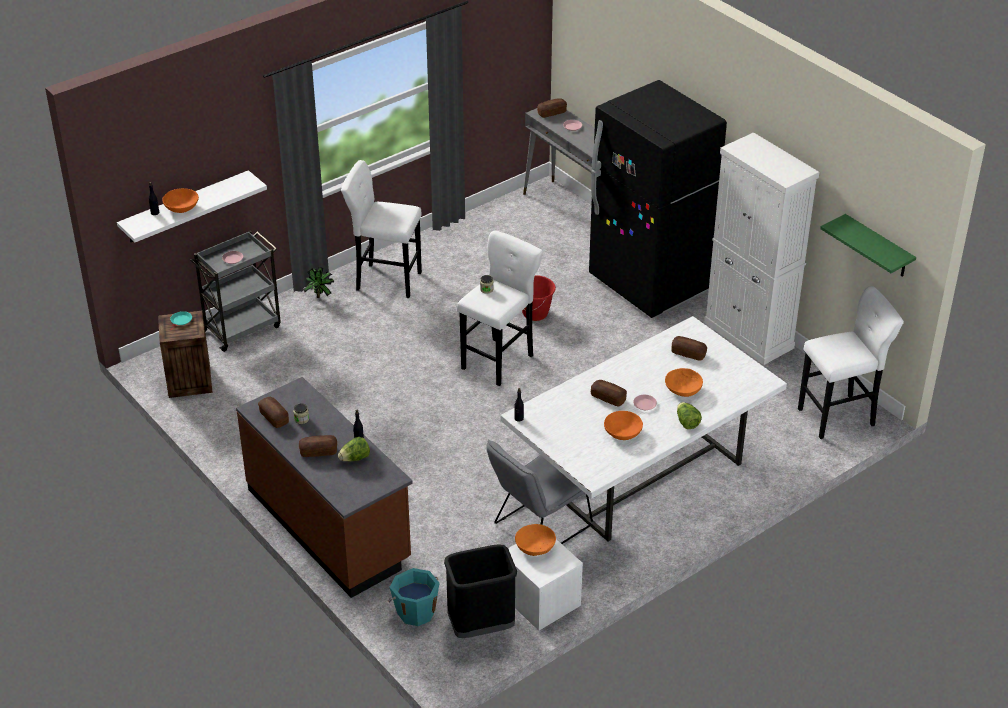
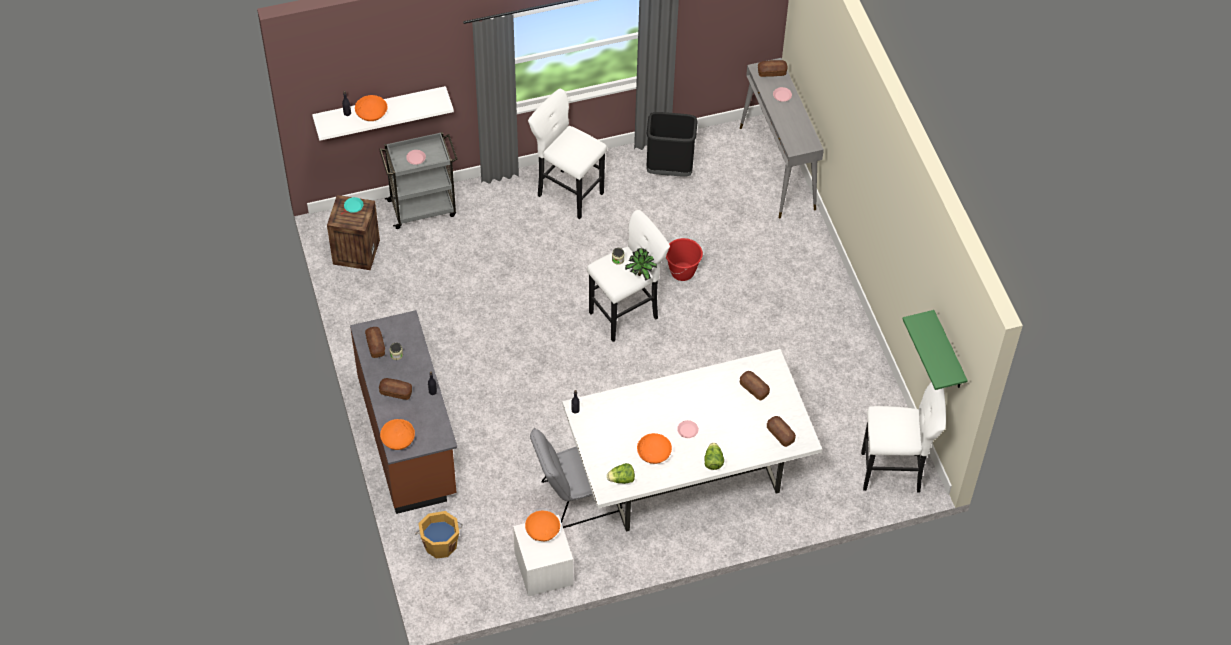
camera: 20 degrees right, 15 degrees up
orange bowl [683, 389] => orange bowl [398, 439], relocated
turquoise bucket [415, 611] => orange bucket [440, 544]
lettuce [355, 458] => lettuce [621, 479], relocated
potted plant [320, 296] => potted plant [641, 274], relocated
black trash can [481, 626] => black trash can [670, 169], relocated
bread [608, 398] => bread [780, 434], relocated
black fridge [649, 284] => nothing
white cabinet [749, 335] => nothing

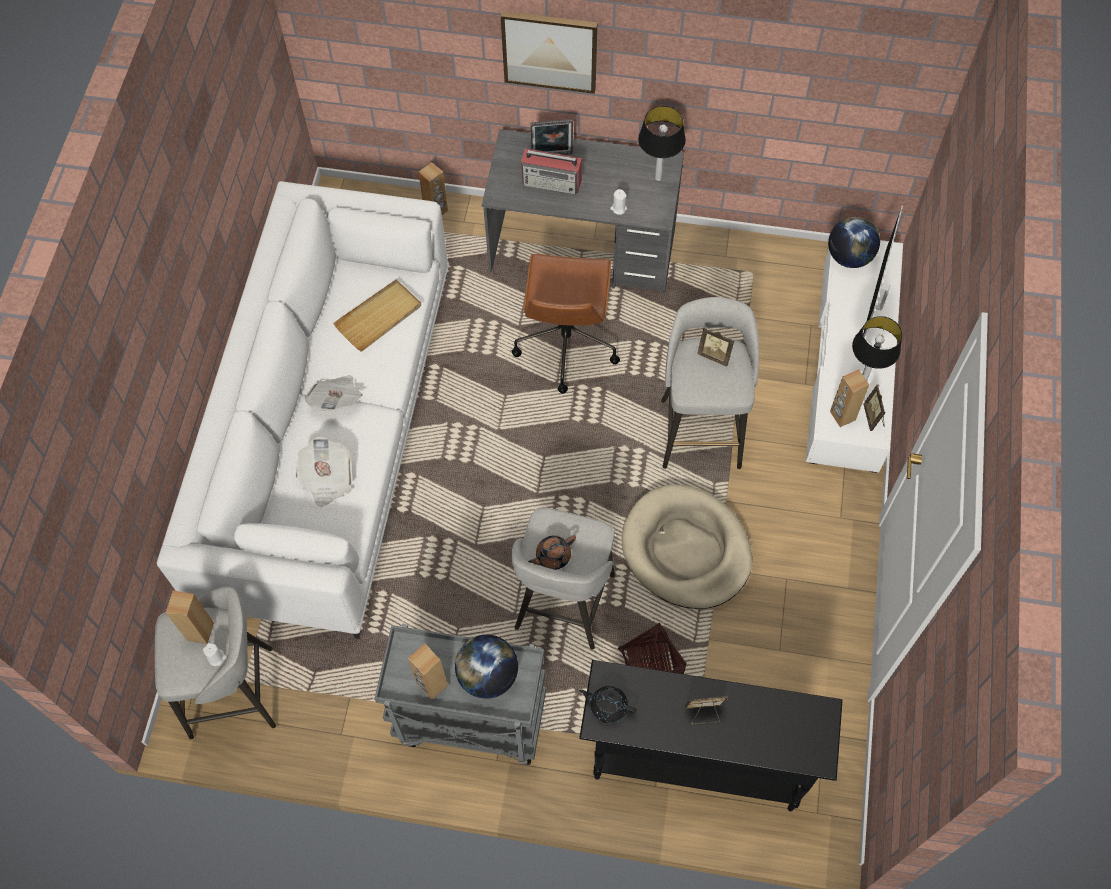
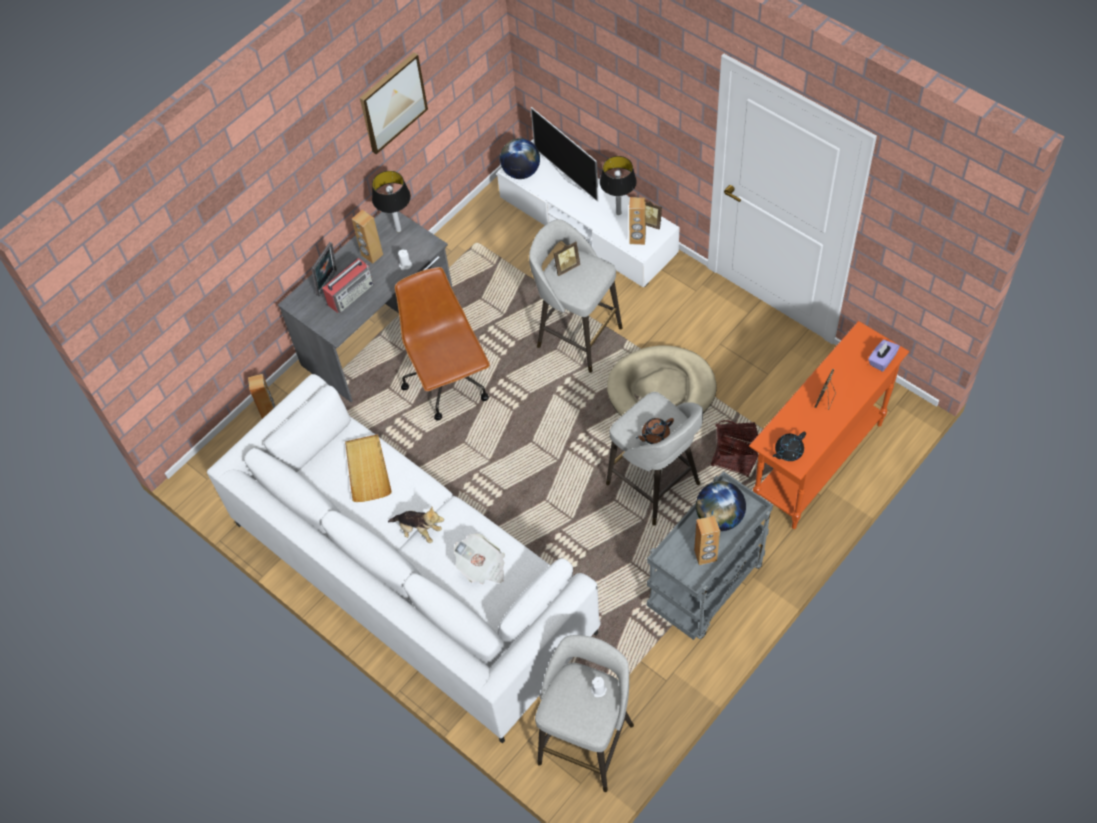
camera: 55 degrees left, 5 degrees down
brown speaker [200, 631] => brown speaker [372, 255], relocated
picture [550, 50] => picture [392, 102], relocated
newspaper [337, 399] => plush toy [418, 530]
brown office chair [566, 344] => brown office chair [449, 383], 150 degrees counterclockwise
brown teapot [552, 556] => brown teapot [655, 435], 60 degrees clockwise
black console table [695, 762] => orange console table [817, 462]
nothing => purple tissue box [881, 360]

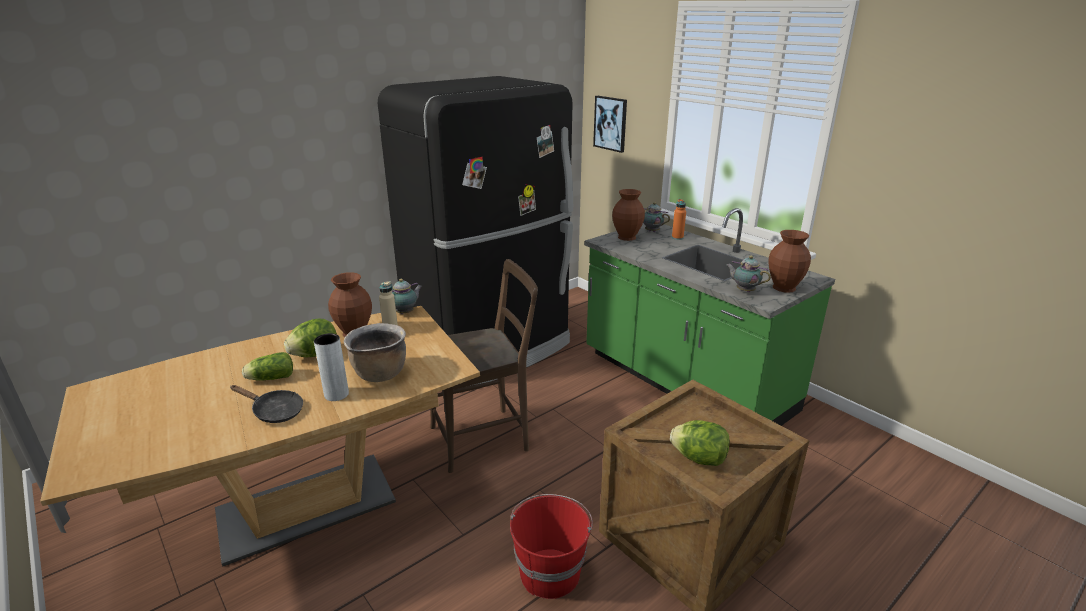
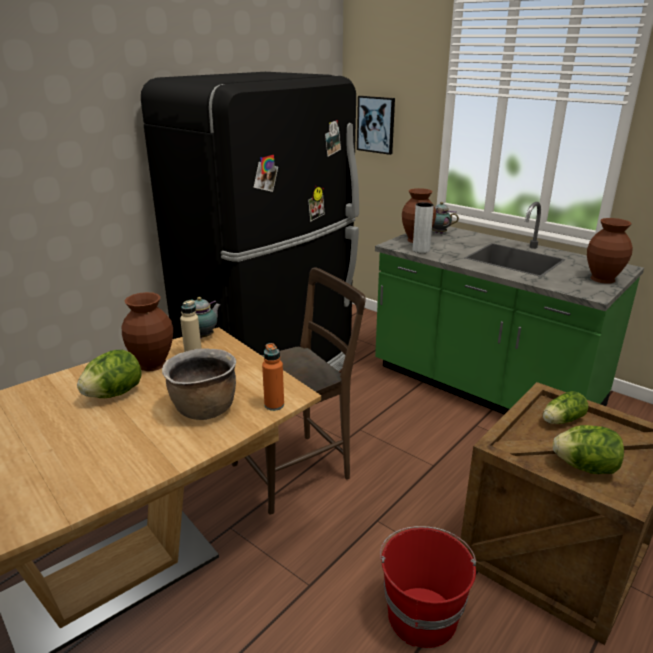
camera: 10 degrees left, 0 degrees up
orange bottle [677, 237] => orange bottle [274, 405], relocated
grey vase [336, 394] => grey vase [421, 250], relocated
lettuce [270, 378] => lettuce [561, 420], relocated
black frying pan [274, 411] => nothing
teapot [744, 290] => nothing

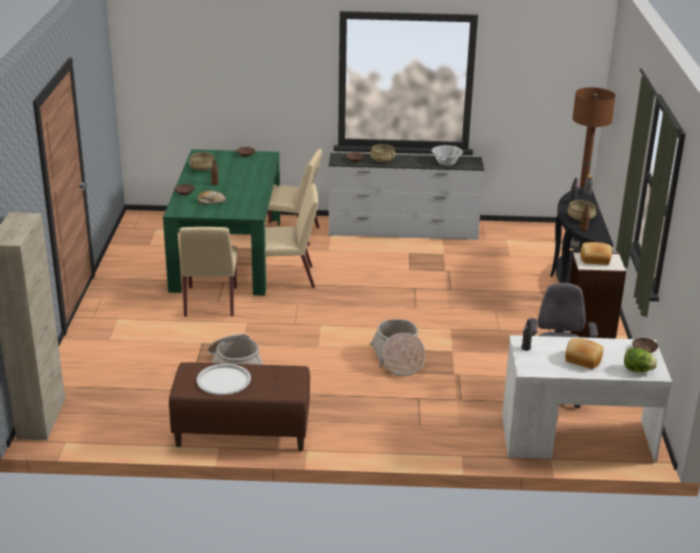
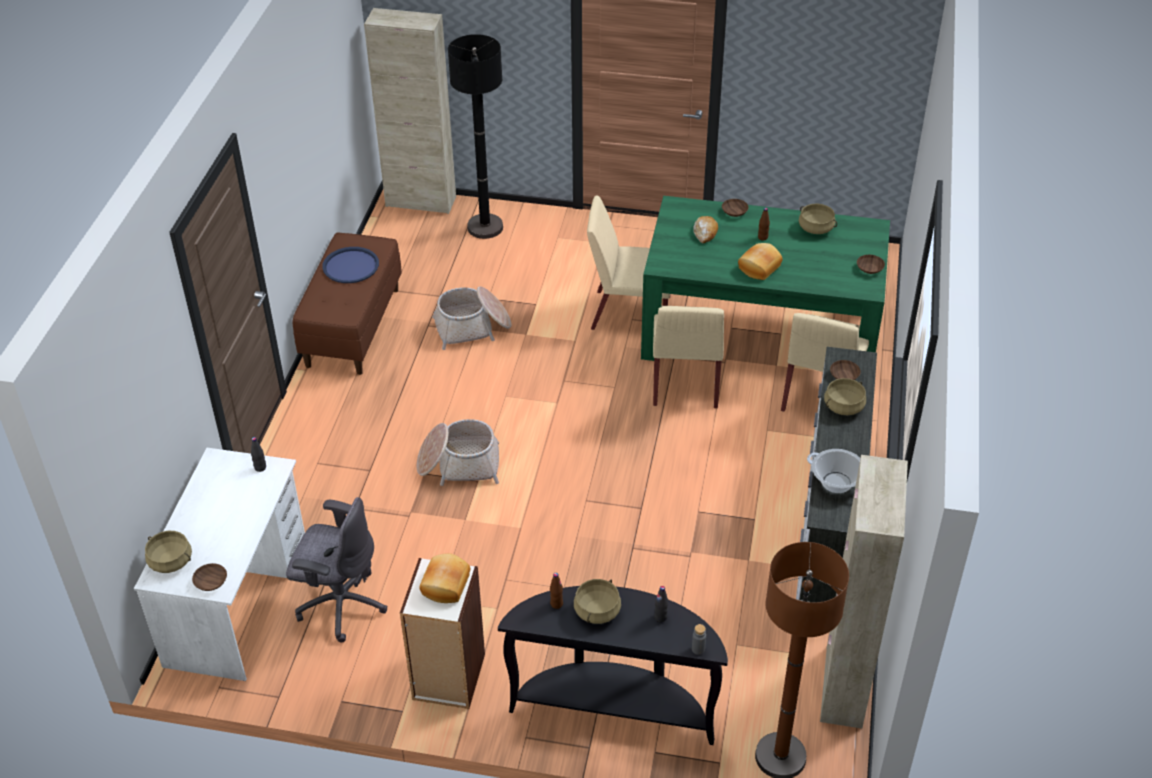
camera: 100 degrees right, 15 degrees up
lettuce [637, 370] => beige cooking pot [171, 561]
white tray [223, 380] => blue tray [351, 266]
nothing => black floor lamp [485, 227]
bread [582, 360] => bread [758, 267], relocated
nothing => beige cabinet [843, 687]

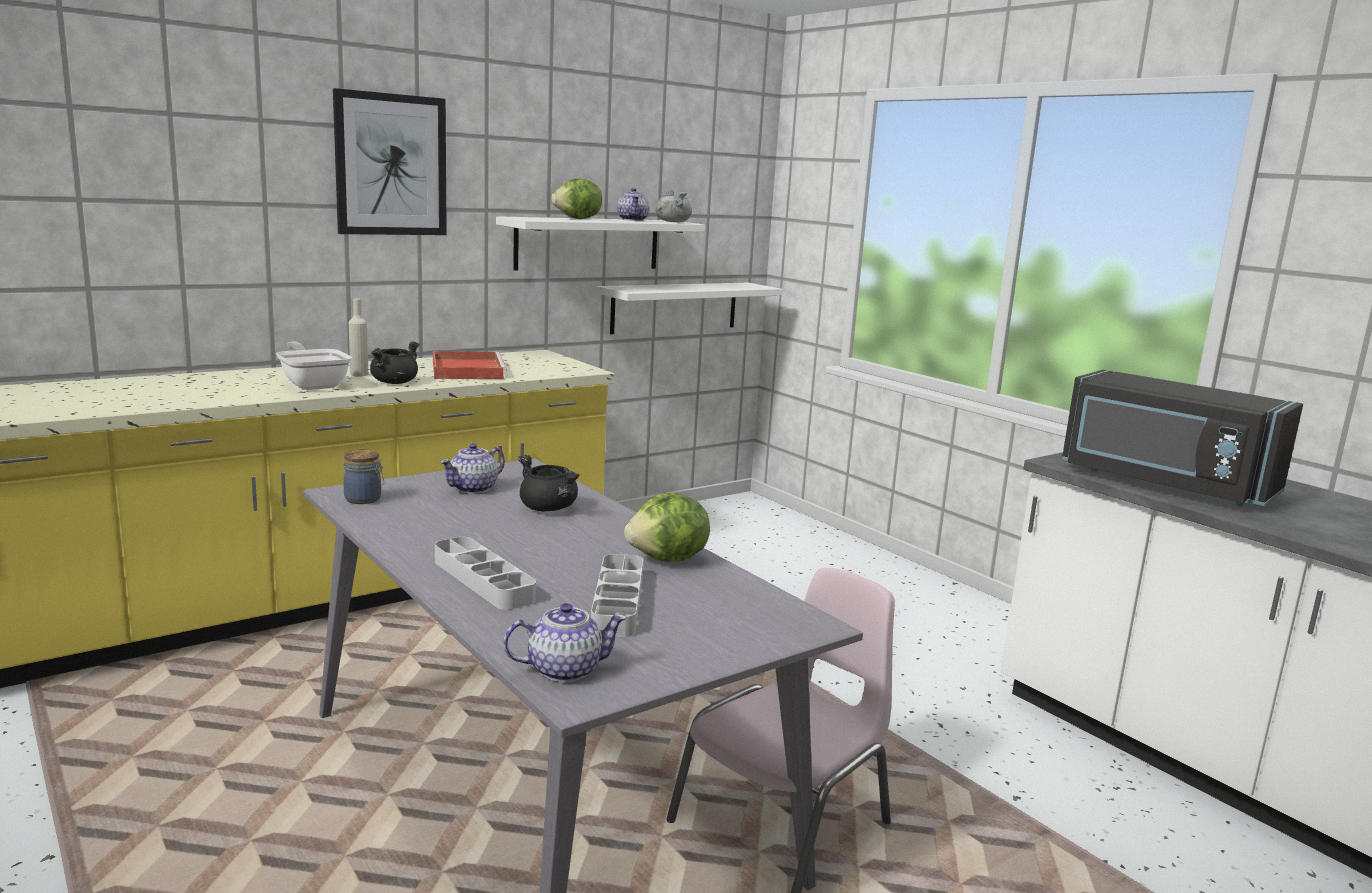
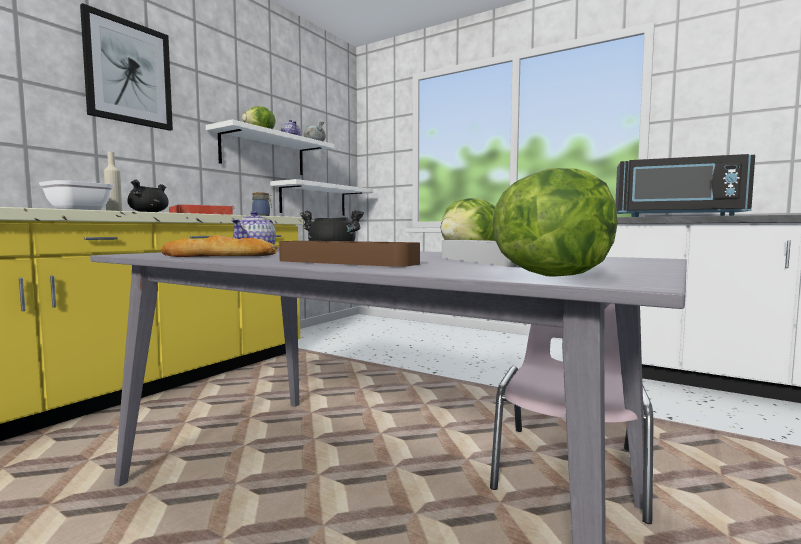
camera: 20 degrees left, 10 degrees down
nothing => bread [221, 256]
jar [364, 499] => jar [262, 216], relocated
grey tray [483, 580] => brown tray [346, 262]
teapot [563, 670] => lettuce [552, 275]

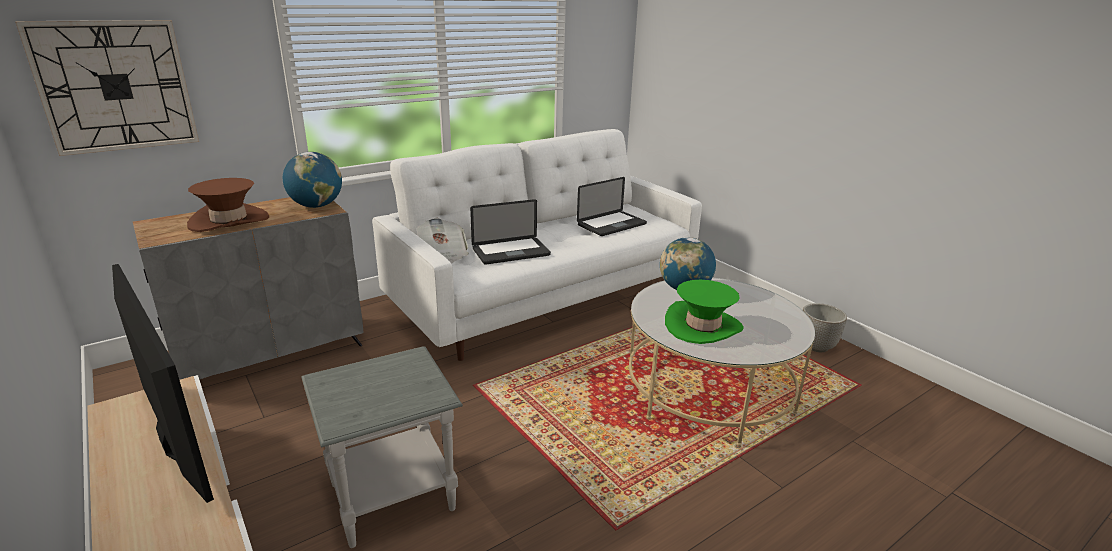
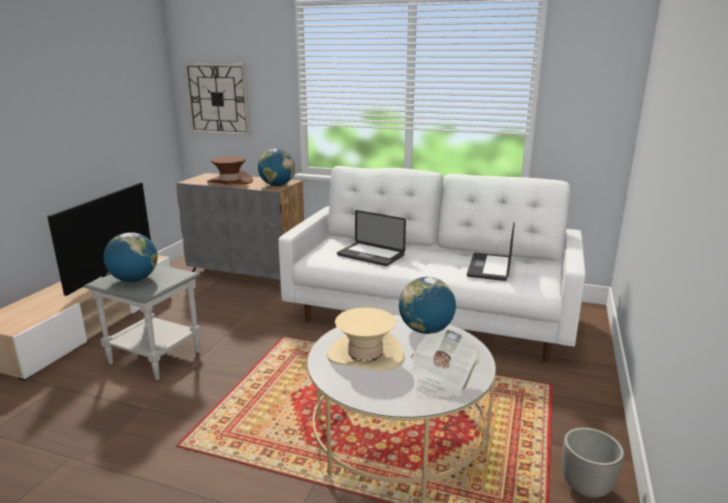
camera: 55 degrees right, 5 degrees down
nothing => globe [134, 280]
green hat [703, 326] => beige hat [365, 355]
newspaper [443, 254] => newspaper [441, 380], relocated
laptop [611, 225] => laptop [489, 267], 90 degrees clockwise

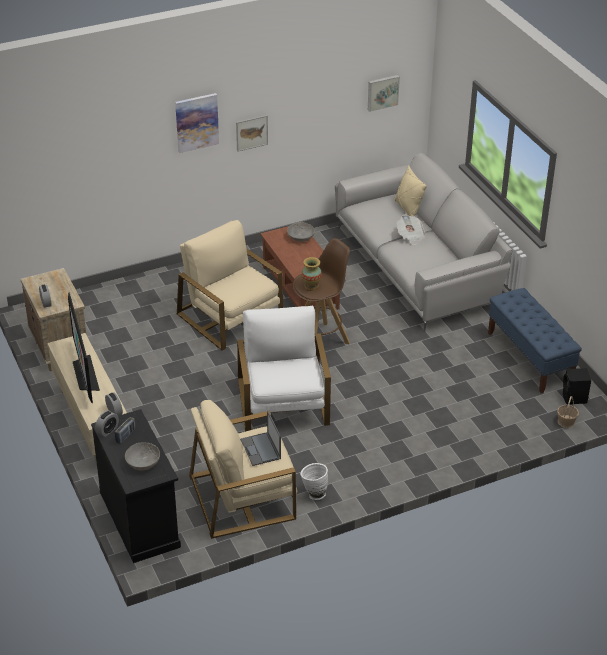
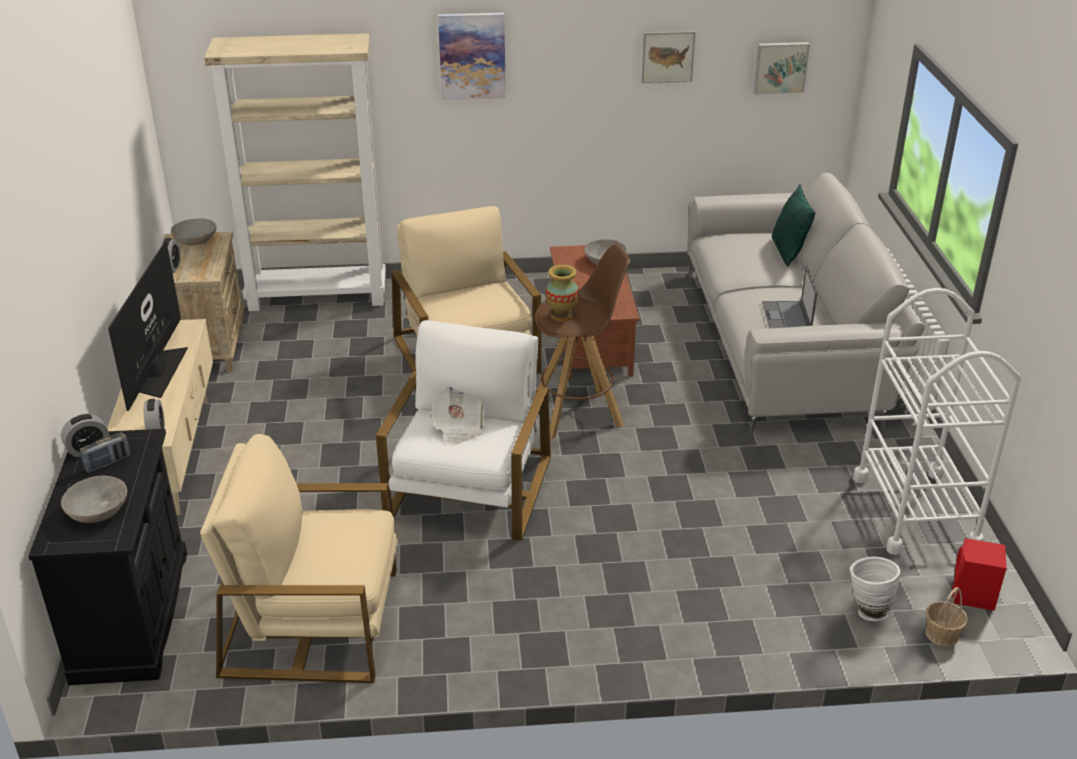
camera: 20 degrees right, 5 degrees down
nothing => grey bowl [196, 240]
nothing => beige bookcase [318, 296]
newspaper [410, 236] => newspaper [458, 428], relocated
picture [251, 133] => picture [668, 56], relocated
laptop [261, 449] => laptop [787, 317], relocated
beige pillow [408, 208] => green pillow [787, 252]
white vase [313, 493] => white vase [866, 610], relocated
blue bench [530, 357] => white cart [915, 511]
black speaker [574, 398] => red speaker [973, 596]

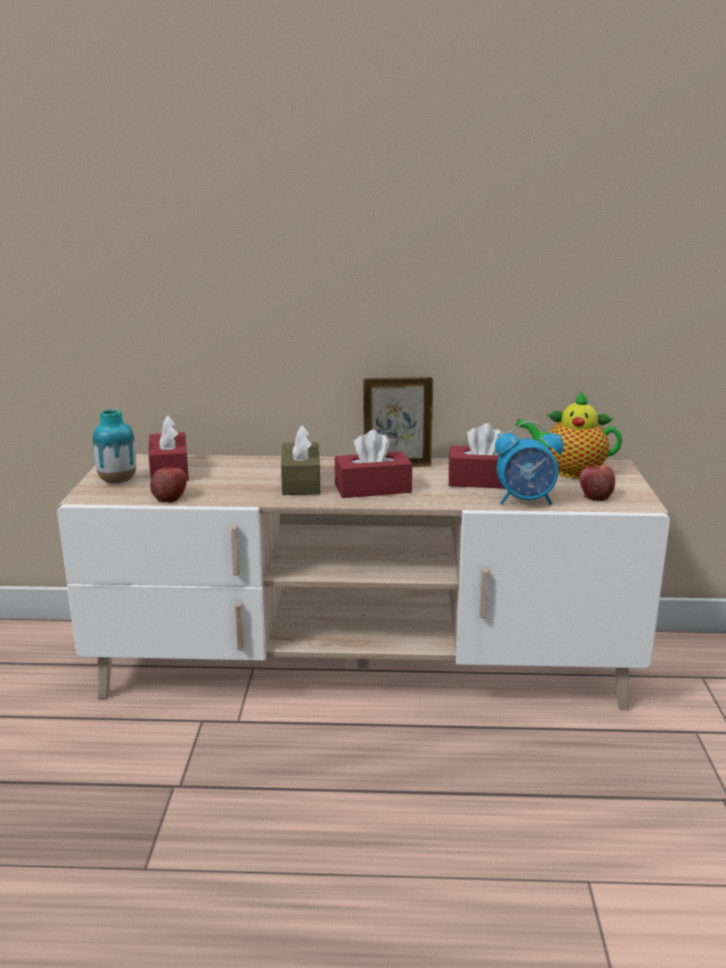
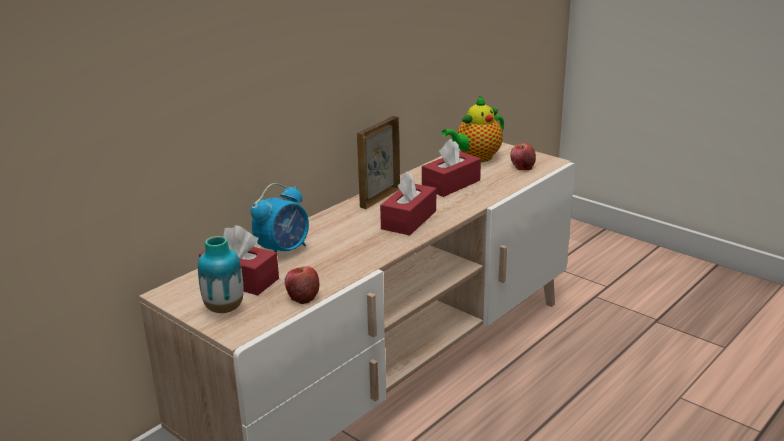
camera: 50 degrees left, 5 degrees up
alarm clock [526, 500] => alarm clock [283, 251], relocated
brown tissue box [301, 482] => nothing

